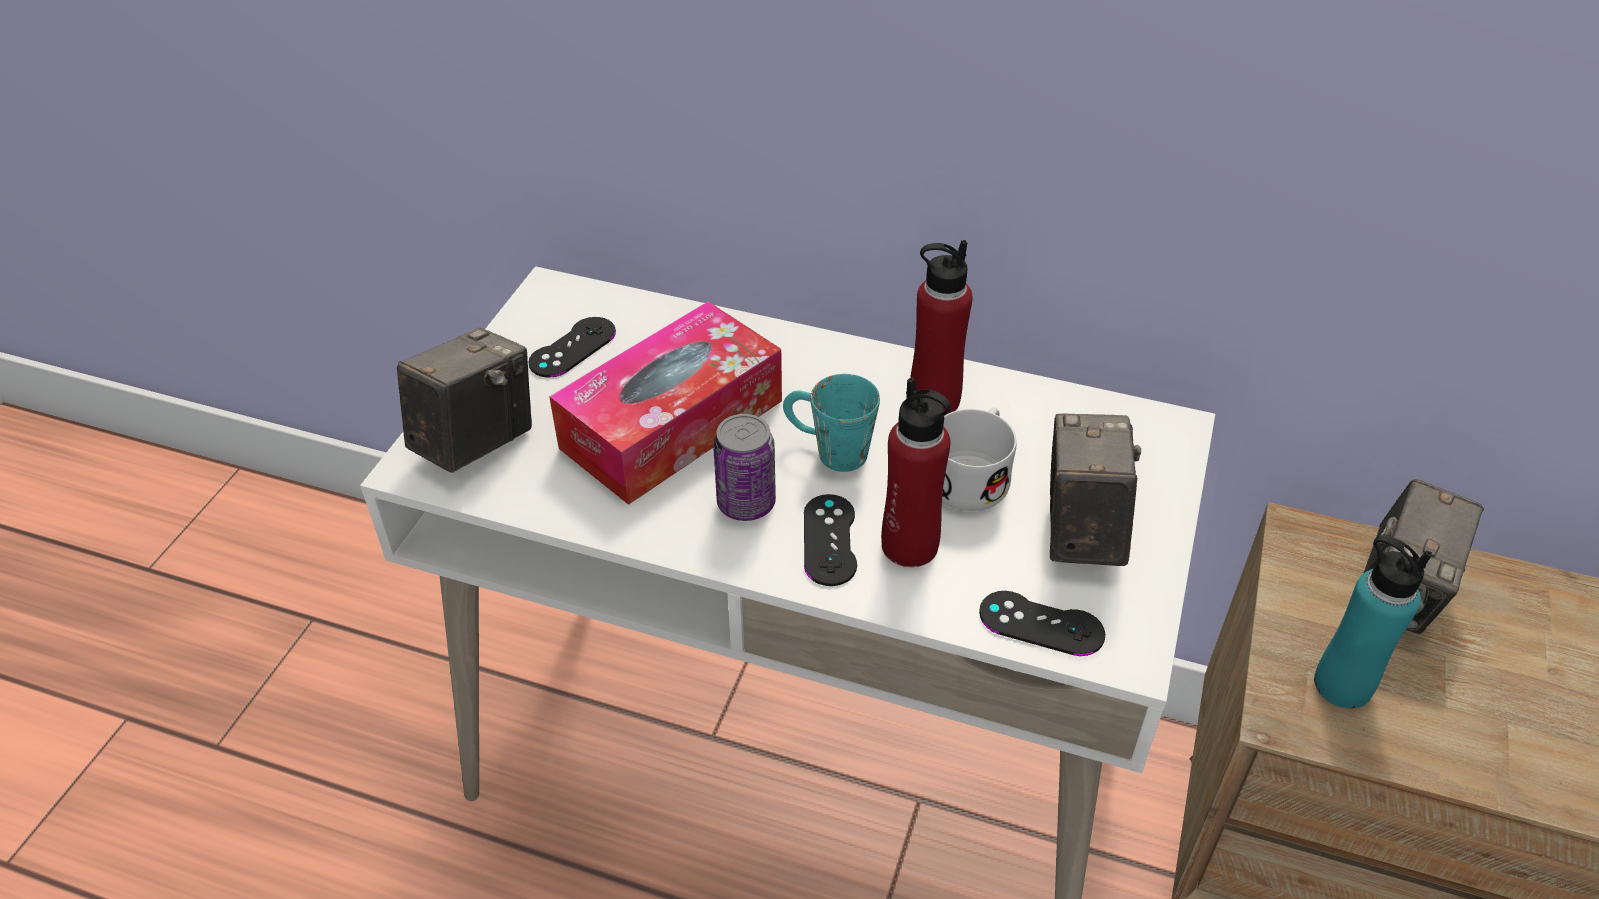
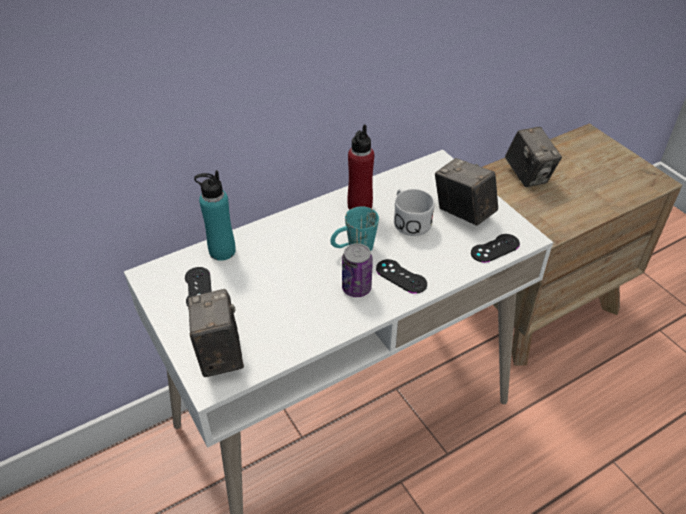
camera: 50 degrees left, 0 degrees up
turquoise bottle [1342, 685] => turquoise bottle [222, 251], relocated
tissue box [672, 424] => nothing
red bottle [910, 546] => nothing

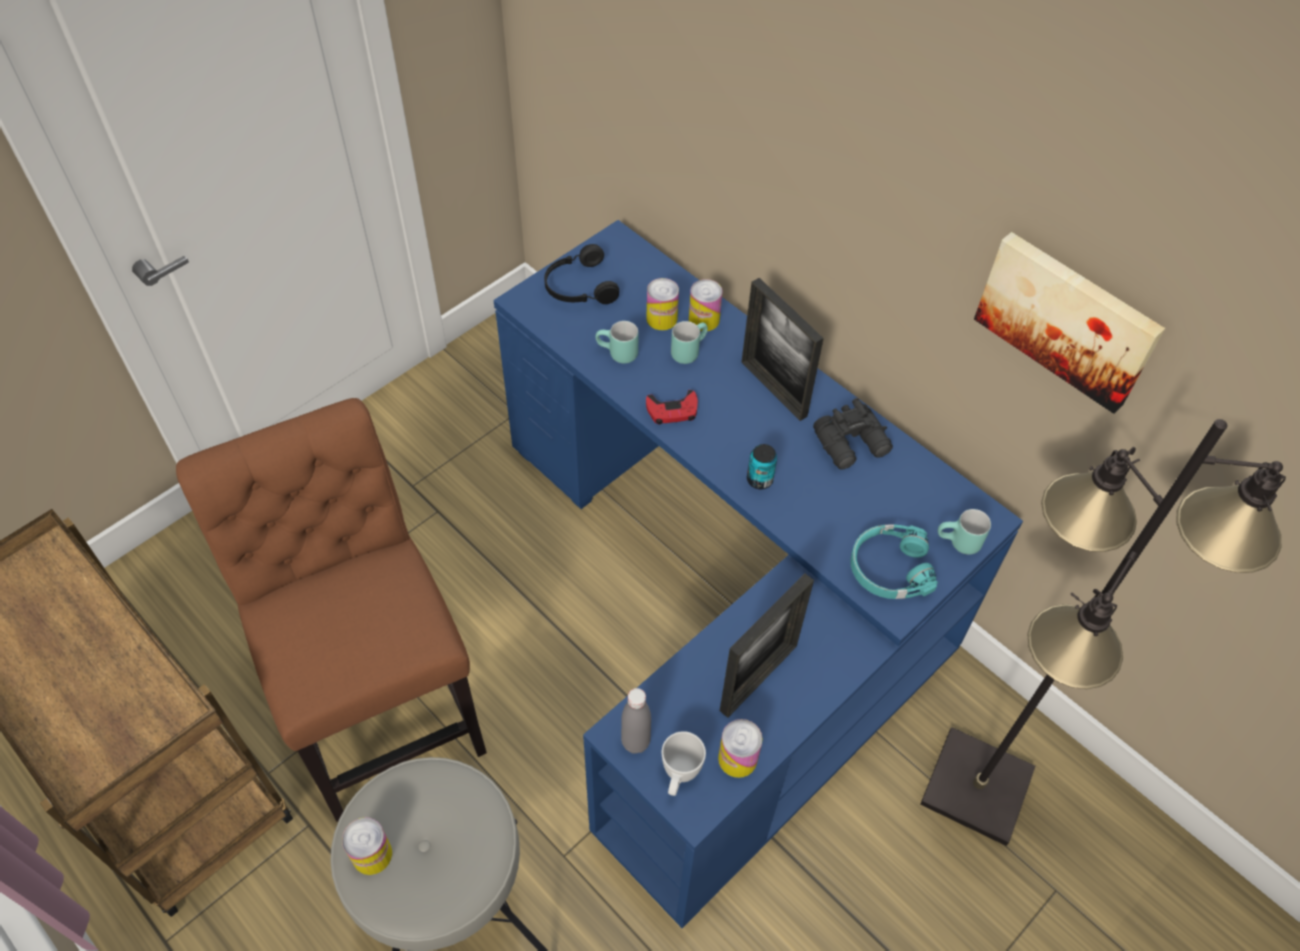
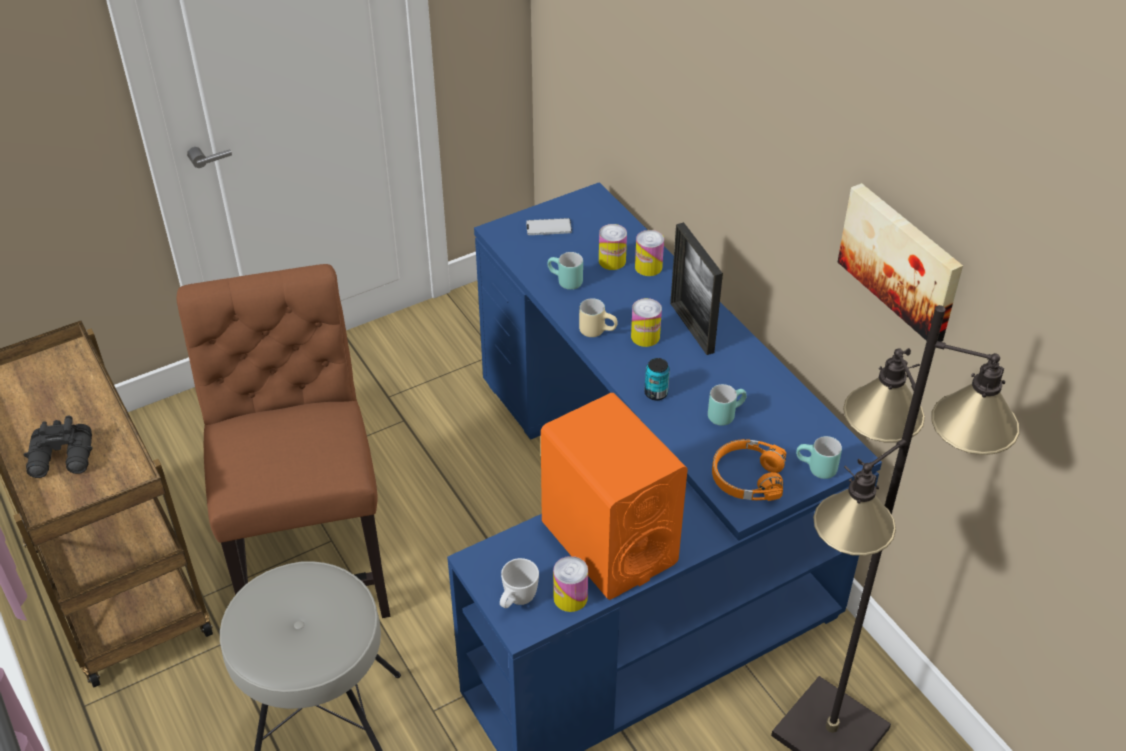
camera: 15 degrees right, 10 degrees down
black binoculars [853, 444] => black binoculars [63, 459], relocated
black headphones [578, 287] => phone [548, 228]
picture frame [758, 678] => orange speaker [608, 542]
red game controller [672, 410] => beige mug [598, 330]
can [372, 855] => can [645, 336], relocated
turquoise mug [688, 350] => turquoise mug [725, 413], relocated
turquoise headphones [889, 568] => orange headphones [747, 477]
grey bottle [635, 742] => nothing

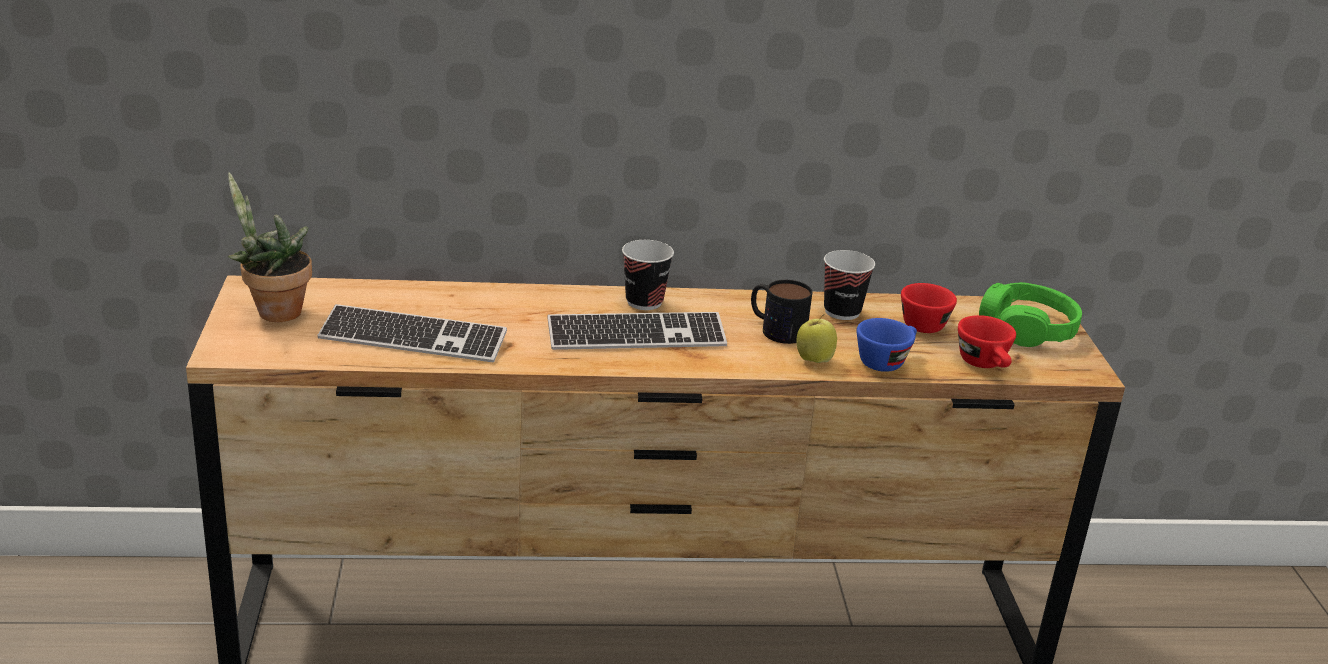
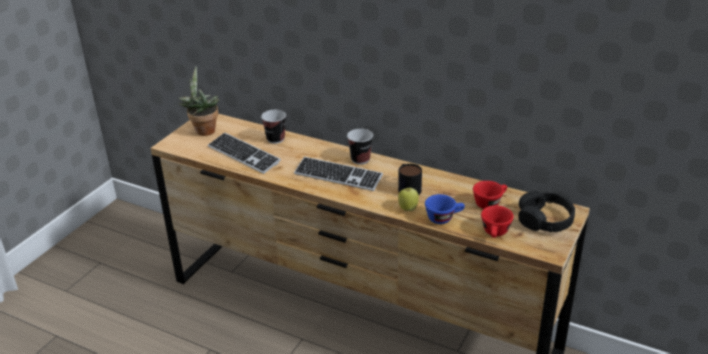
camera: 35 degrees right, 5 degrees up
cup [842, 312] => cup [275, 139], relocated
green headphones [1027, 328] => black headphones [545, 220]

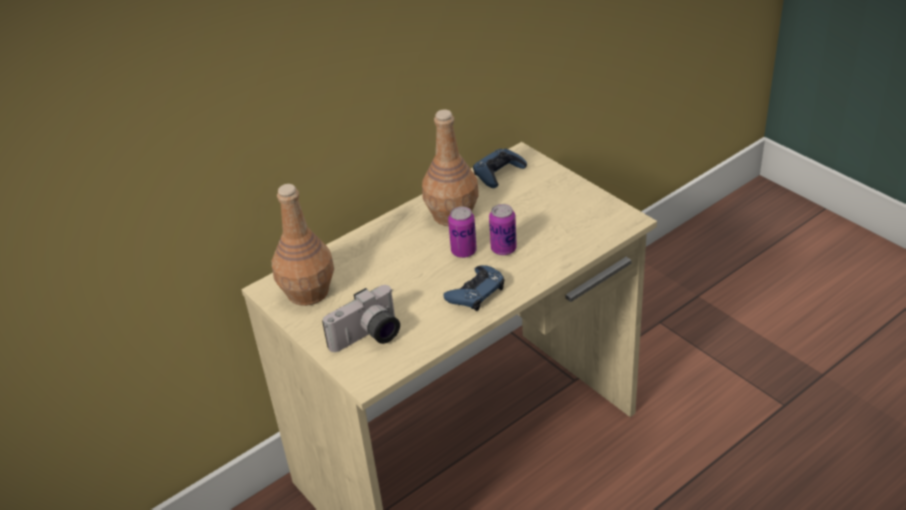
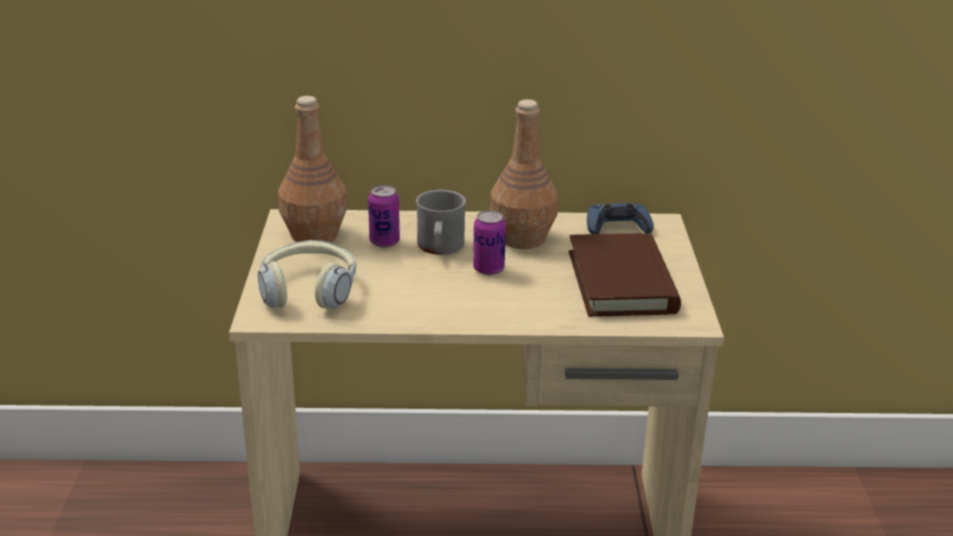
camera: 35 degrees right, 10 degrees down
photo camera [369, 338] => headphones [308, 289]
can [503, 249] => can [384, 242], relocated
nothing => grey mug [440, 248]
nothing => brown book [621, 282]
blue game controller [476, 292] => nothing

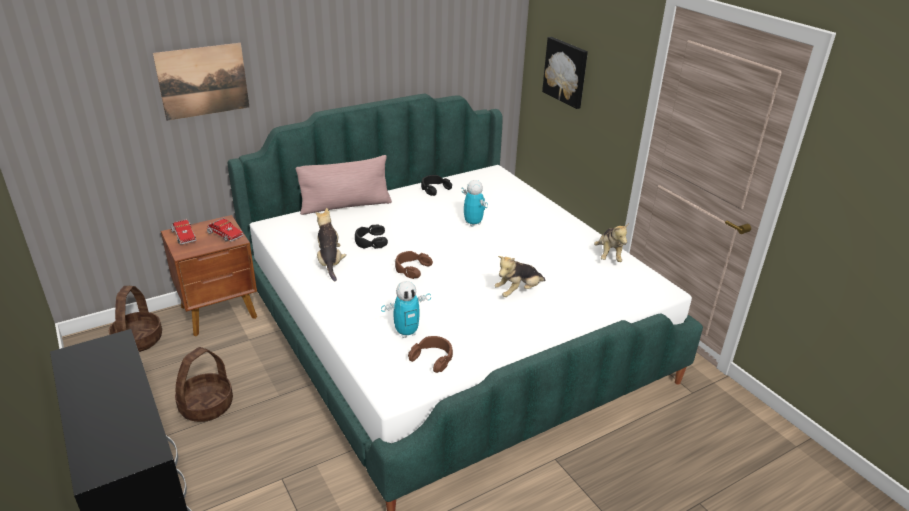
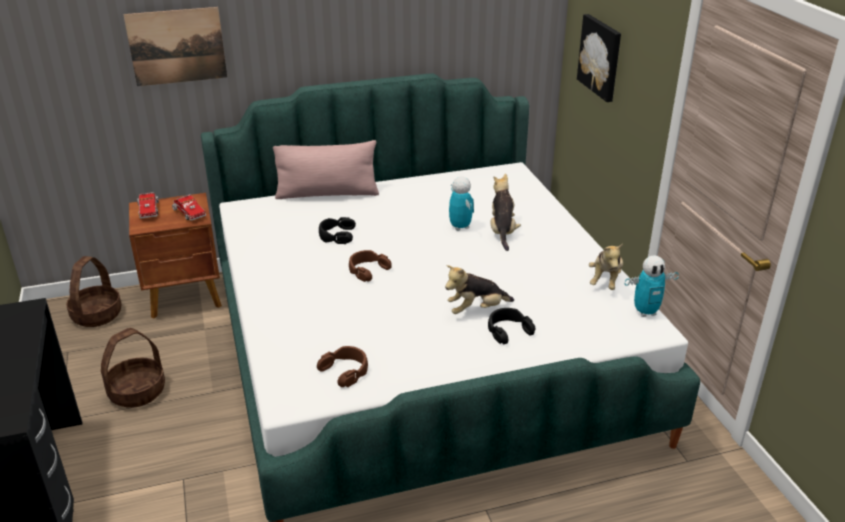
camera: 15 degrees right, 0 degrees up
black headphones [434, 189] => black headphones [508, 330], relocated
plush toy [330, 262] => plush toy [502, 232], relocated
toy robot [406, 332] => toy robot [645, 312], relocated

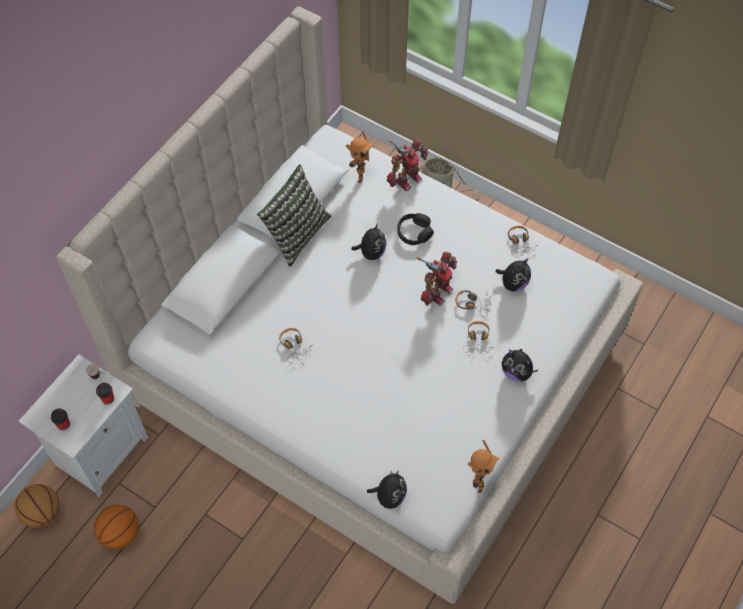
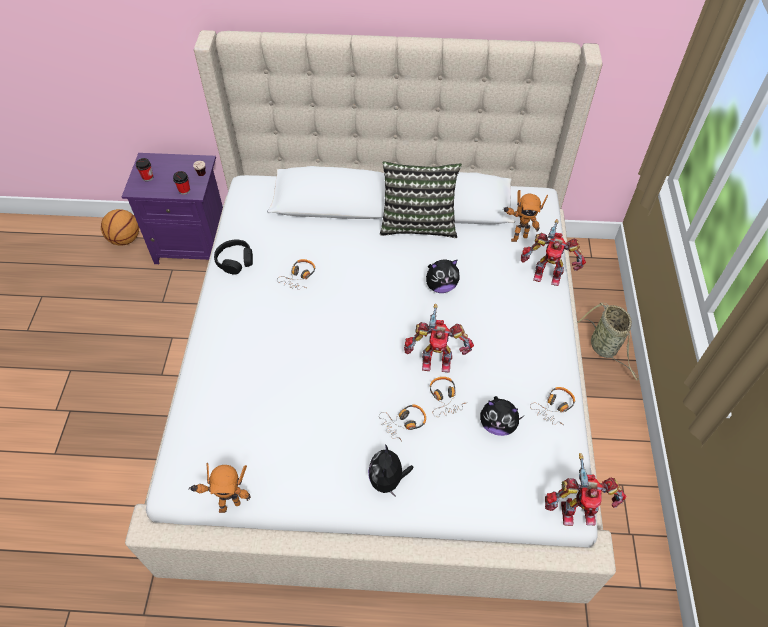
camera: 60 degrees right, 5 degrees down
white nightstand [100, 451] => purple nightstand [193, 245]
black headphones [414, 232] => black headphones [235, 261], relocated
nothing => toy robot [577, 510]
basketball [120, 534] => nothing
plush toy [389, 496] => nothing

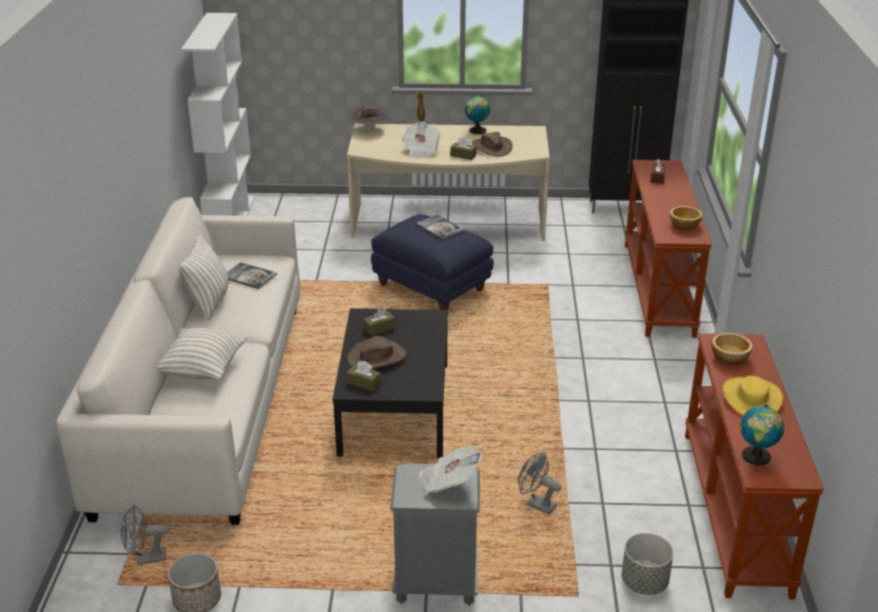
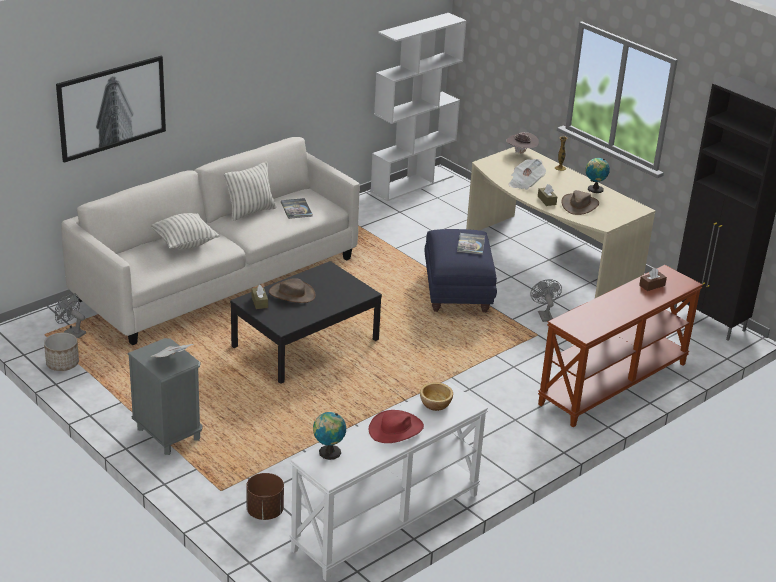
camera: 45 degrees right, 0 degrees up
nothing => picture [111, 107]
grey planter [644, 582] => brown planter [264, 512]
brown console table [736, 510] => white console table [387, 523]
yellow hat [751, 398] => red hat [396, 429]
grey fan [536, 504] => grey fan [544, 315], relocated
brown tissue box [379, 328] => nothing
bowl [684, 226] => nothing

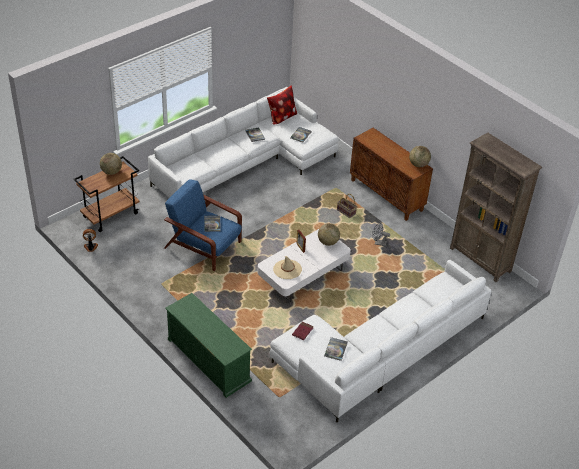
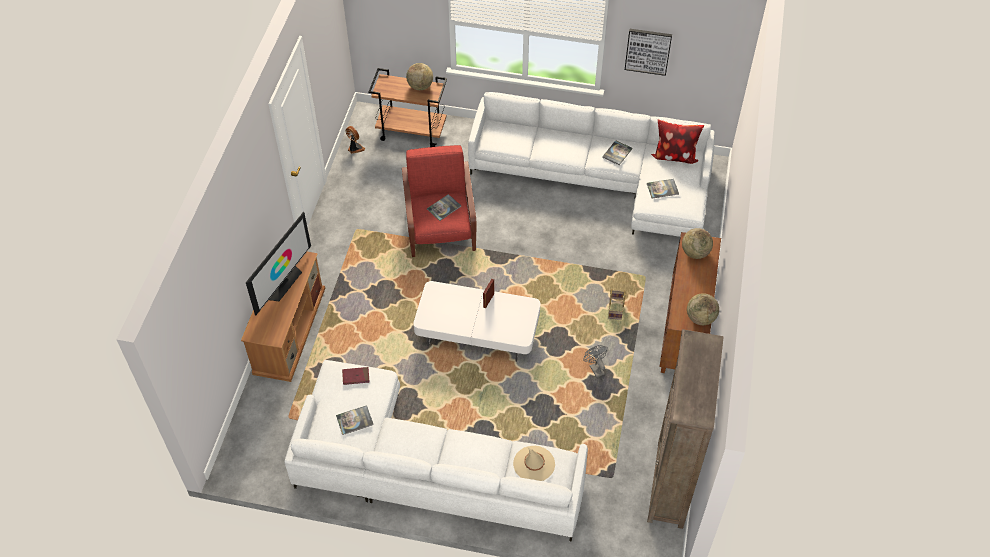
camera: 55 degrees right, 10 degrees up
green tv stand [208, 360] => brown tv stand [289, 329]
nothing => television [283, 283]
blue armchair [204, 246] => red armchair [440, 226]
beige hat [287, 269] => beige hat [534, 464], relocated
nothing => picture [648, 51]
globe [328, 242] => globe [695, 252], relocated

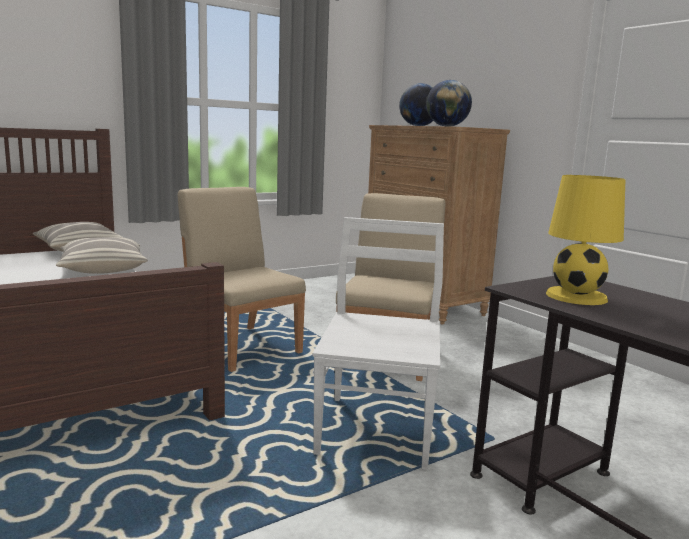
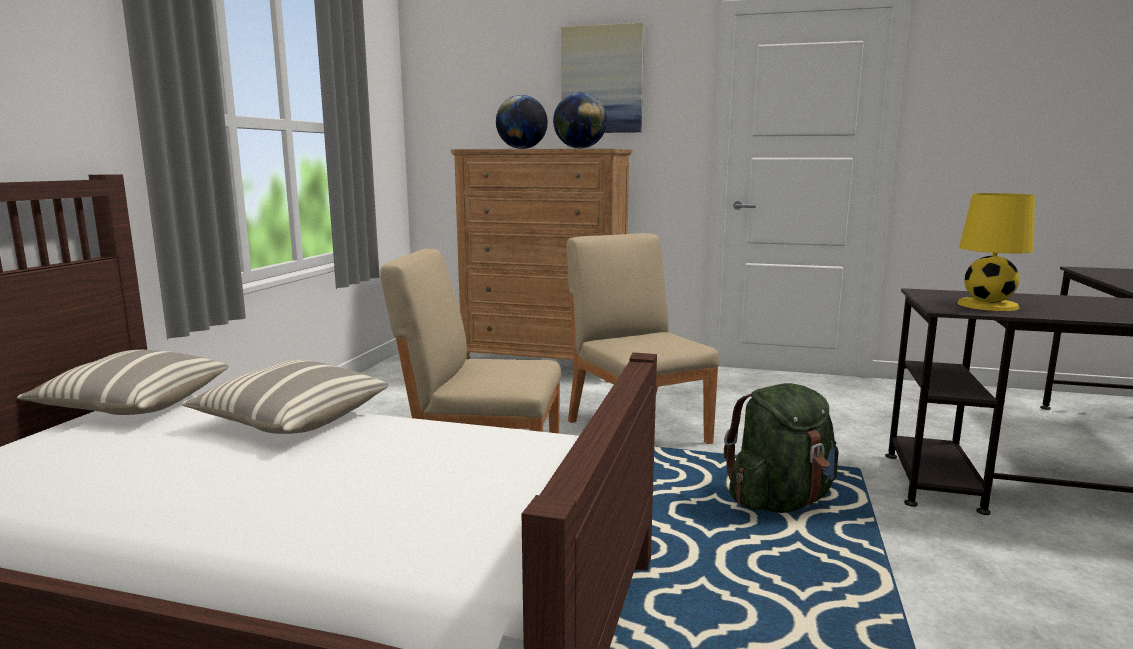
camera: 40 degrees left, 0 degrees up
nothing => picture [602, 80]
white chair [377, 428] => green backpack [780, 501]

